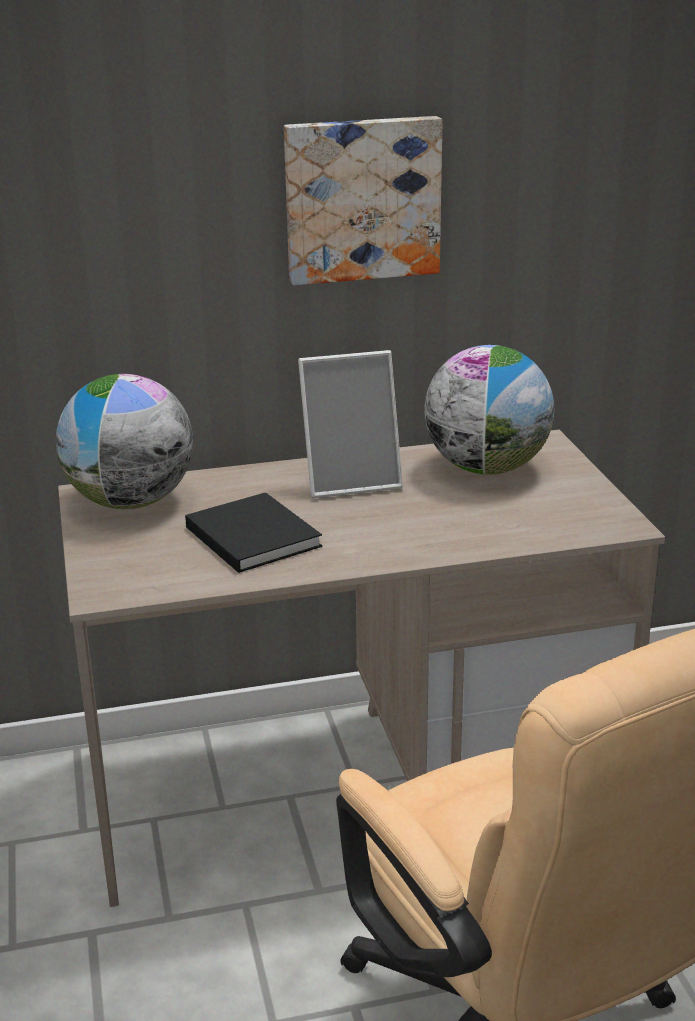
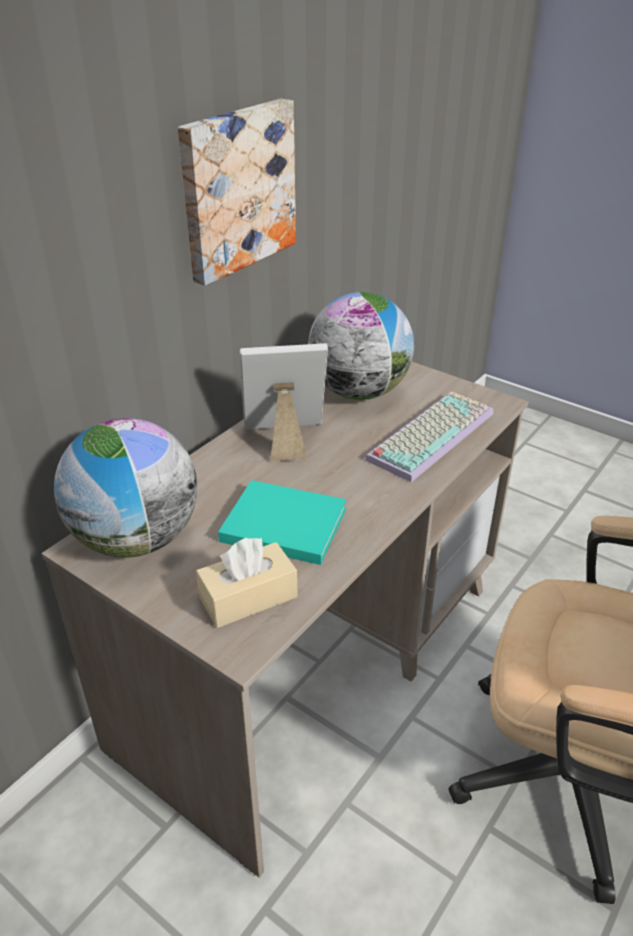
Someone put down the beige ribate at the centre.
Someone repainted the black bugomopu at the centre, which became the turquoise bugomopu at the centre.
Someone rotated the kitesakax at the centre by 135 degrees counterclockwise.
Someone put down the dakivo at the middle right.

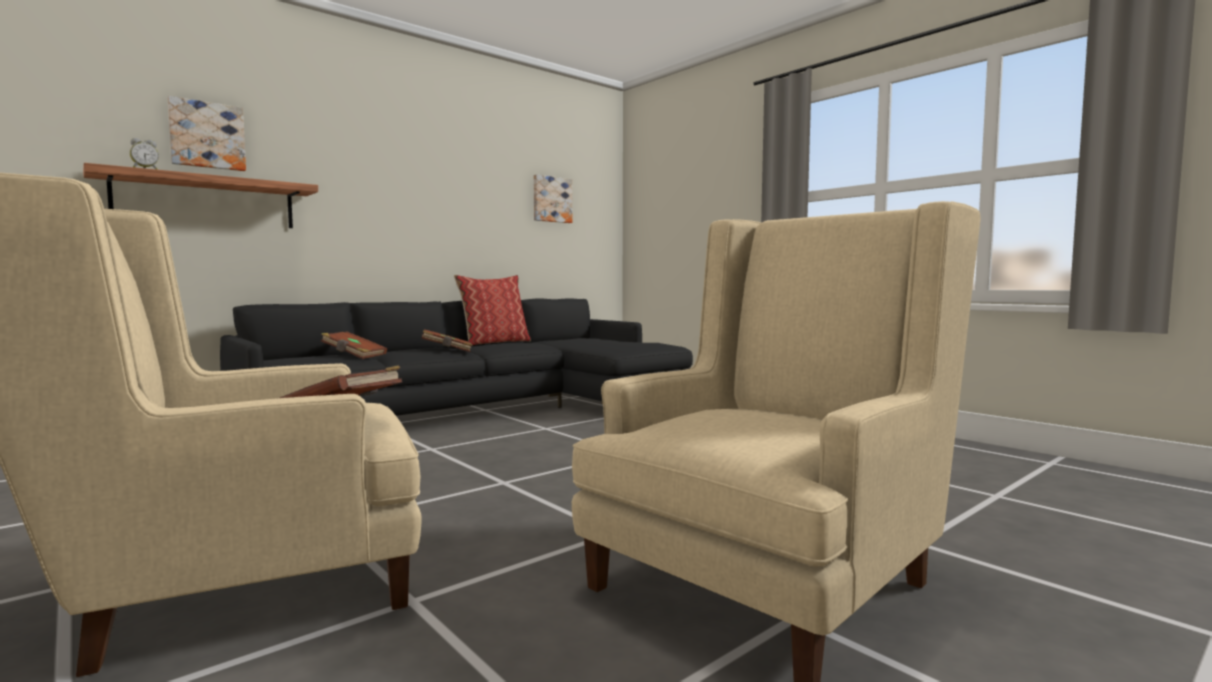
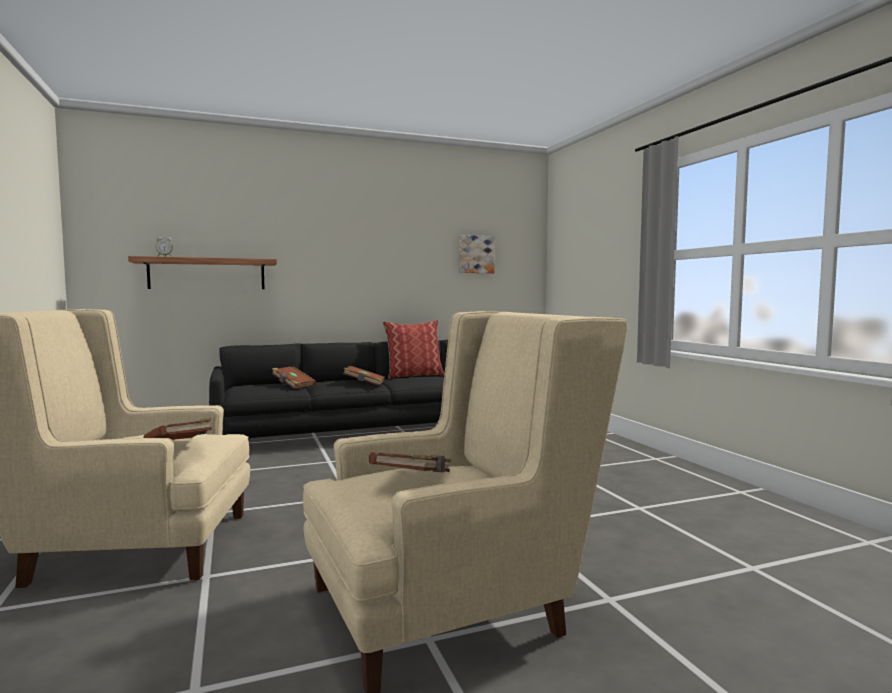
Someone put down the brown bugomopu (4th from left) at the bottom centre.
Someone took away the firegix (1st from left) at the top left.

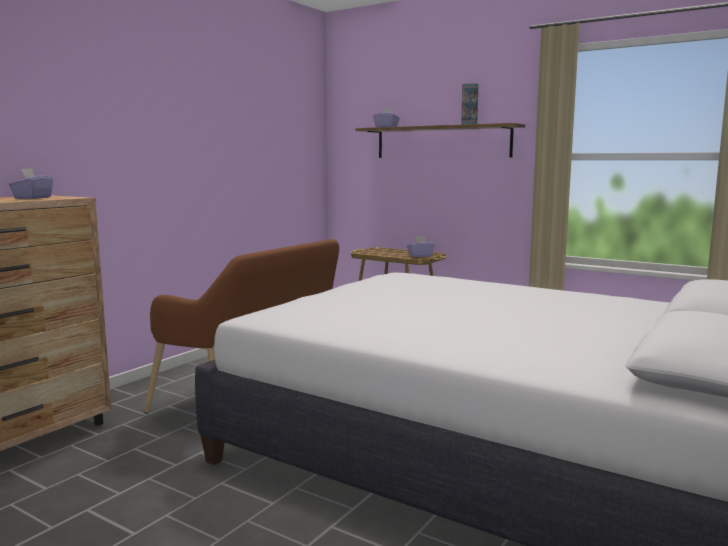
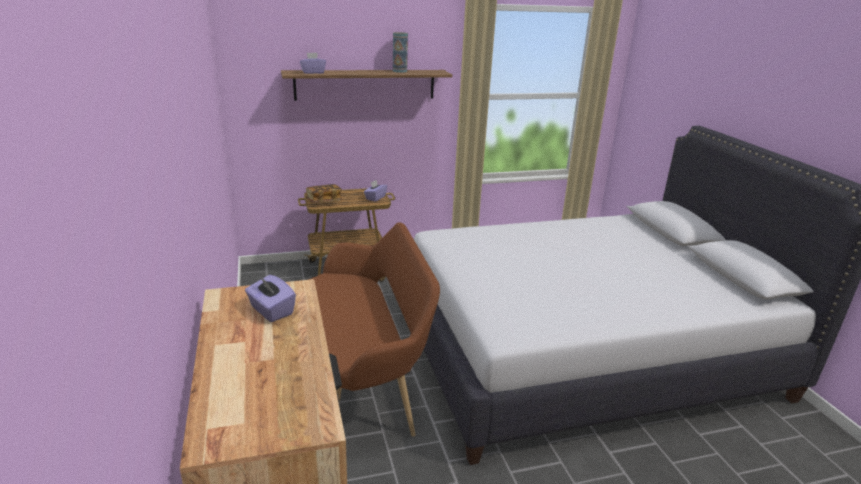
Someone put down the bugomopu at the centre.

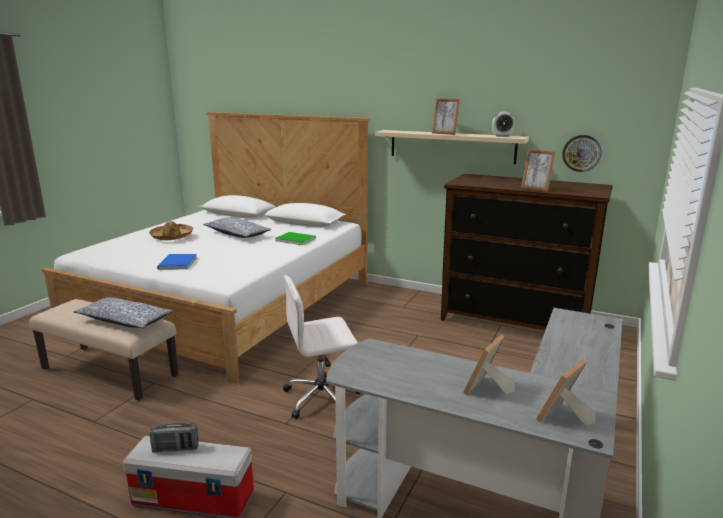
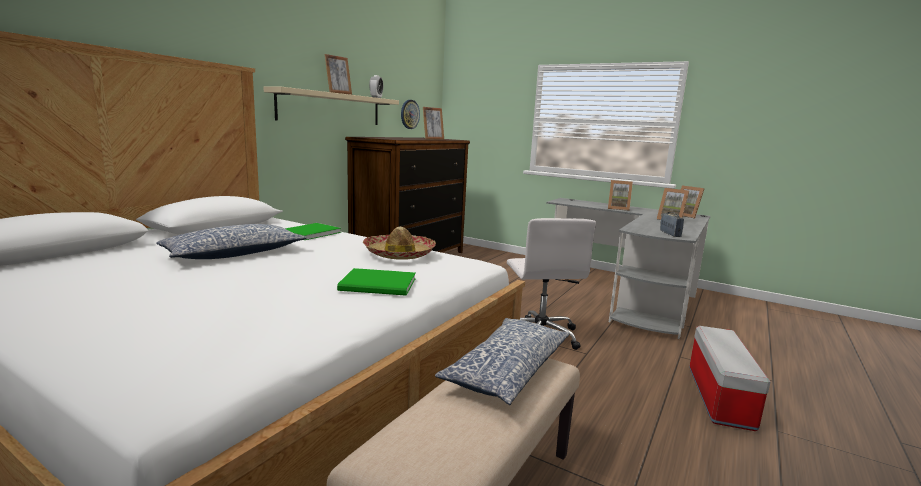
Someone repainted the blue bugomopu at the middle left, which became the green bugomopu (2nd from left) at the centre.
Someone carried the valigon from the middle left to the centre.
Someone put down the kitesakax (3rd from left) at the middle right.
Someone carried the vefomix from the bottom left to the middle right.

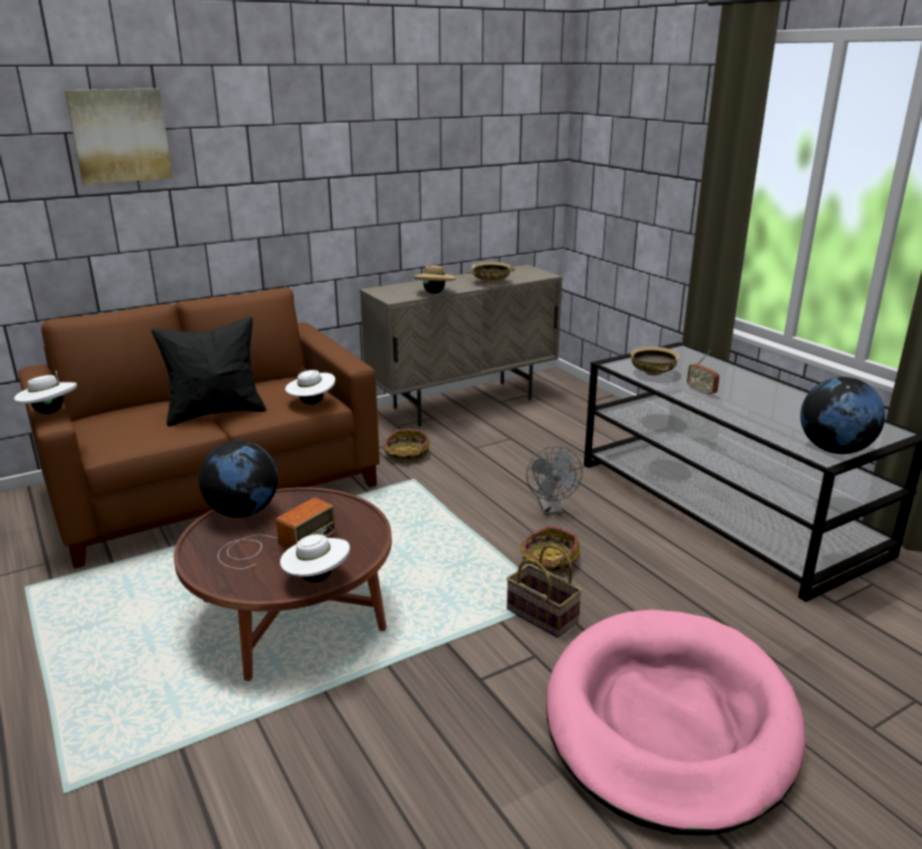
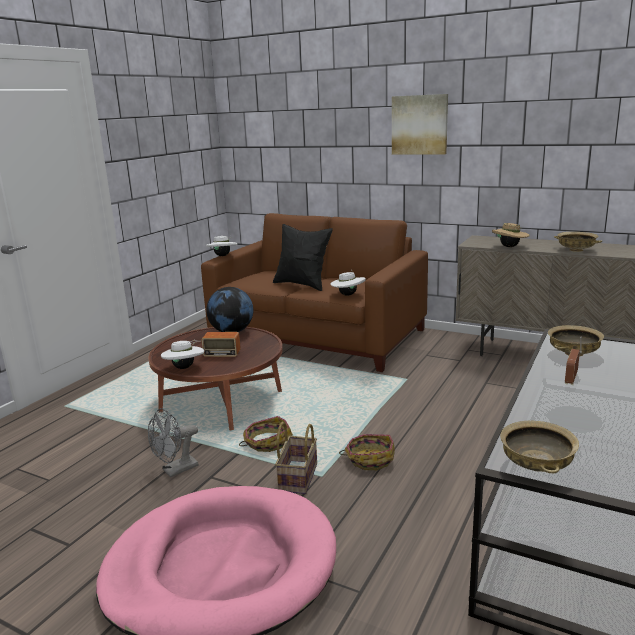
Someone carried the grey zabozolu from the centre to the bottom left.
Someone carried the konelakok (1st from left) from the centre to the bottom centre.
Someone carried the firegix from the top left to the top centre.
Someone swapped the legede (2nd from left) at the middle right for the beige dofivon (1st from left) at the bottom right.

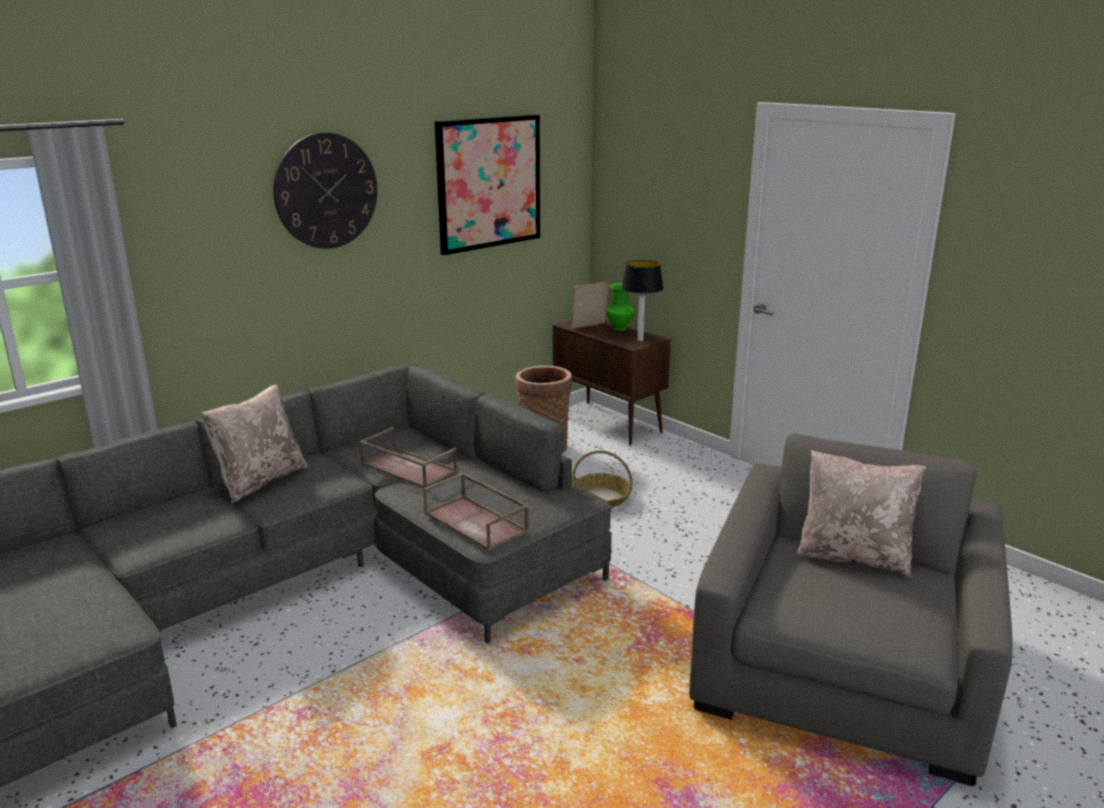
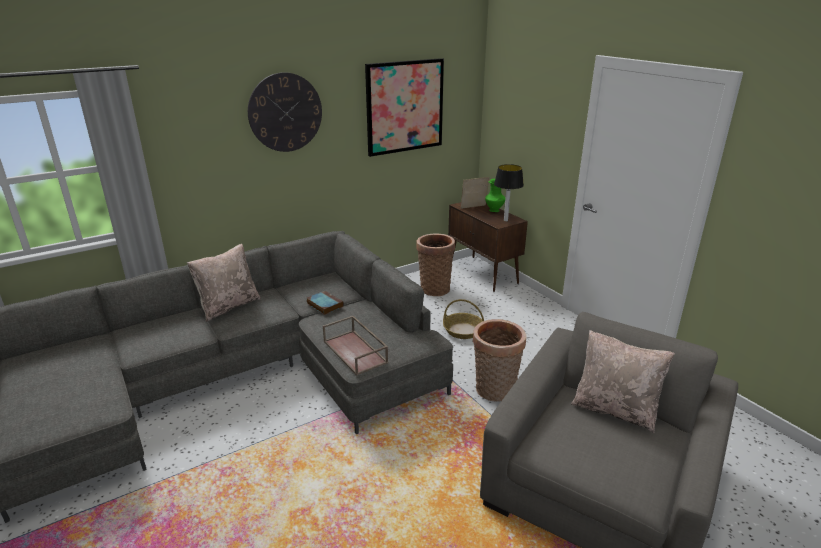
Someone swapped the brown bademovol (1st from left) at the centre for the bugomopu at the centre.
Someone put down the konelakok (3rd from left) at the centre.

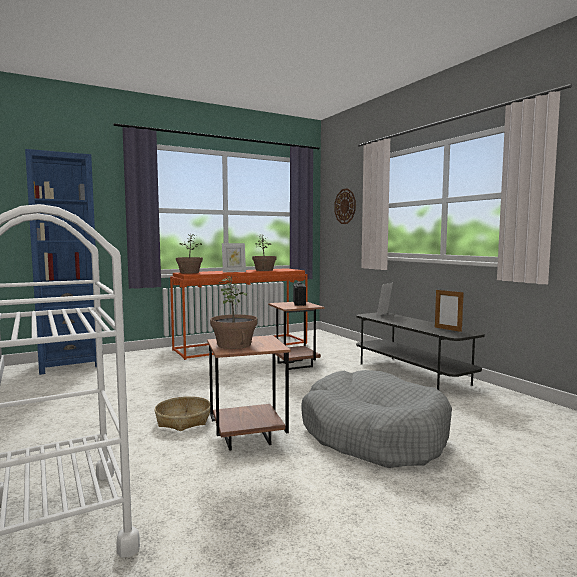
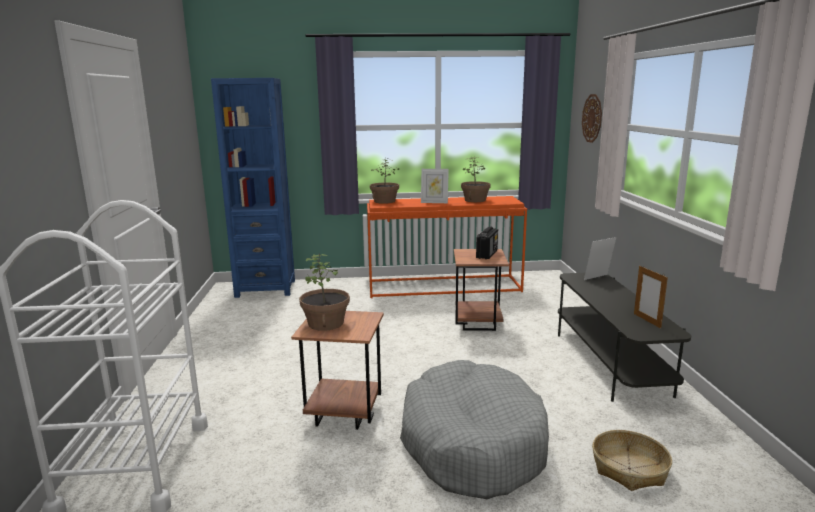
Someone carried the konelakok from the bottom left to the bottom right.

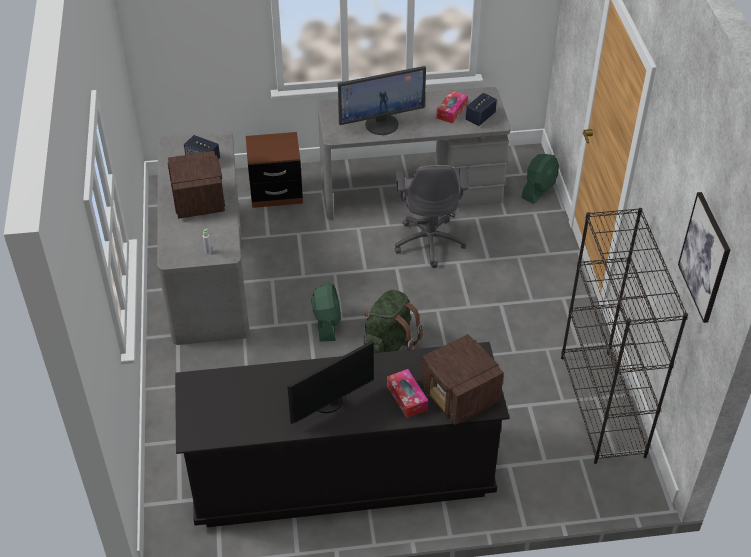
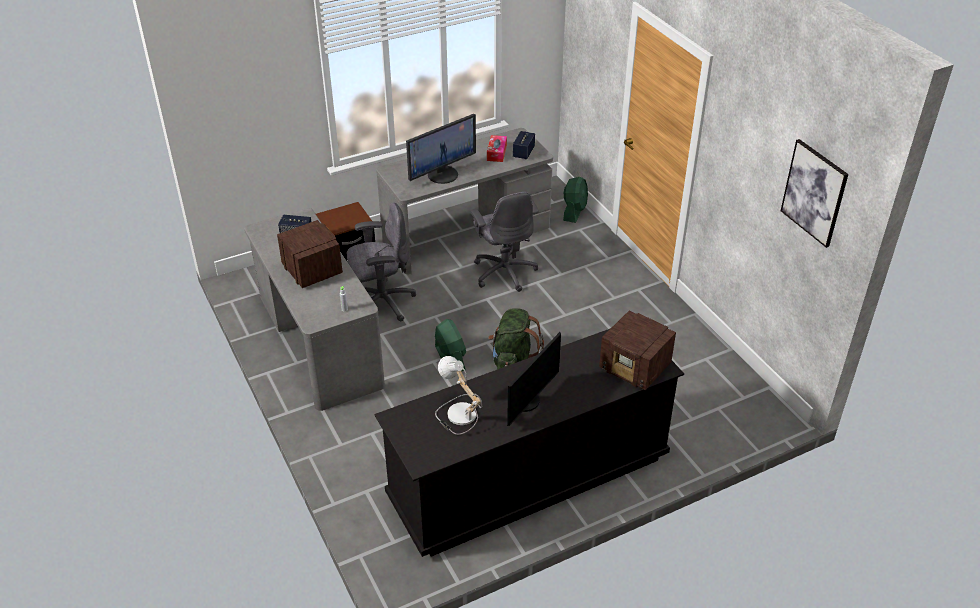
Someone put down the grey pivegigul (1st from left) at the centre.
Someone put down the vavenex at the centre.
Someone took away the ribate (1st from left) at the bottom centre.
Someone took away the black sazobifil at the middle right.

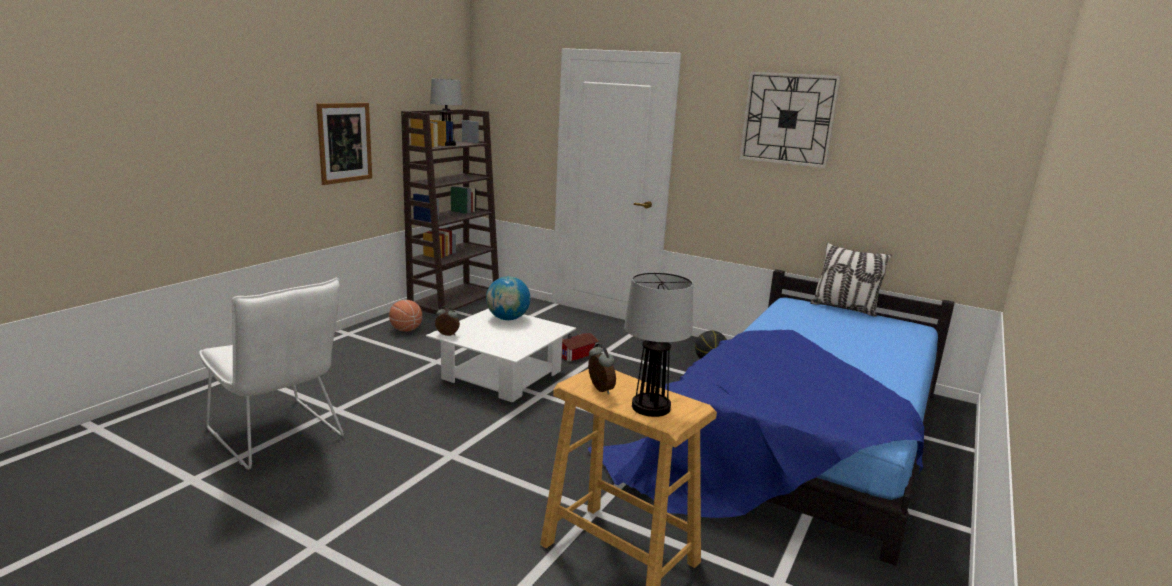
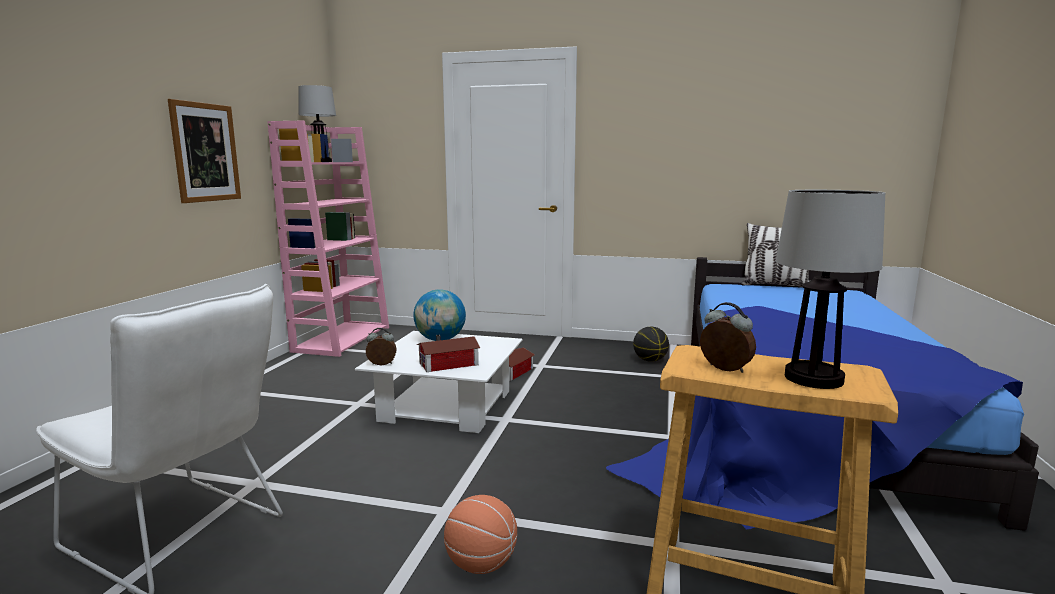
Someone repainted the brown sazobifil at the centre, which became the pink sazobifil at the middle left.
Someone put down the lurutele (1st from left) at the centre.
Someone carried the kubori (1st from left) from the centre to the bottom centre.
Someone took away the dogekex at the top right.

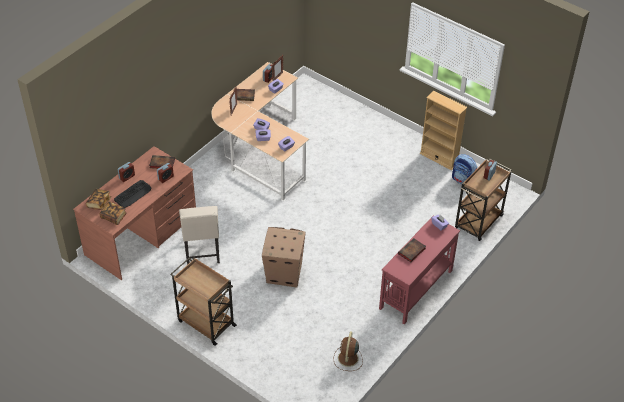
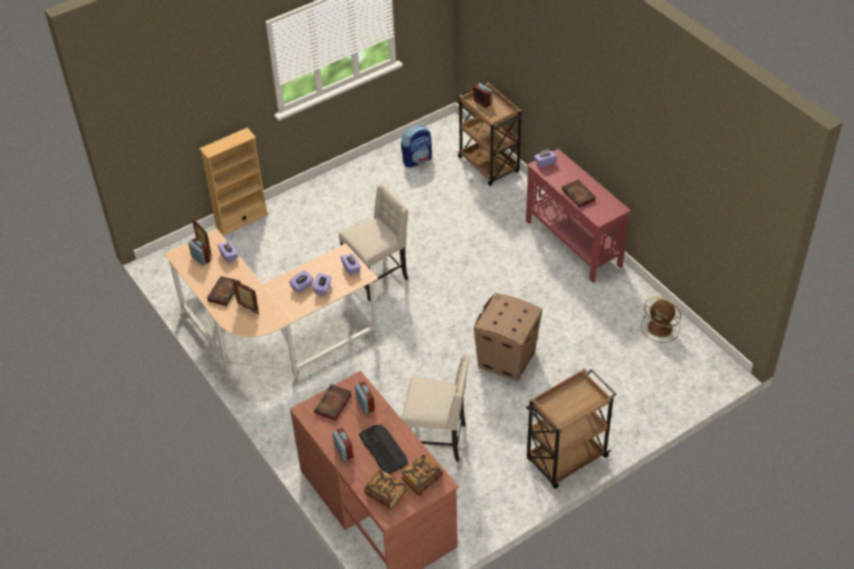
Someone carried the beige sazobifil from the top right to the top left.
Someone put down the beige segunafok (1st from left) at the centre.

